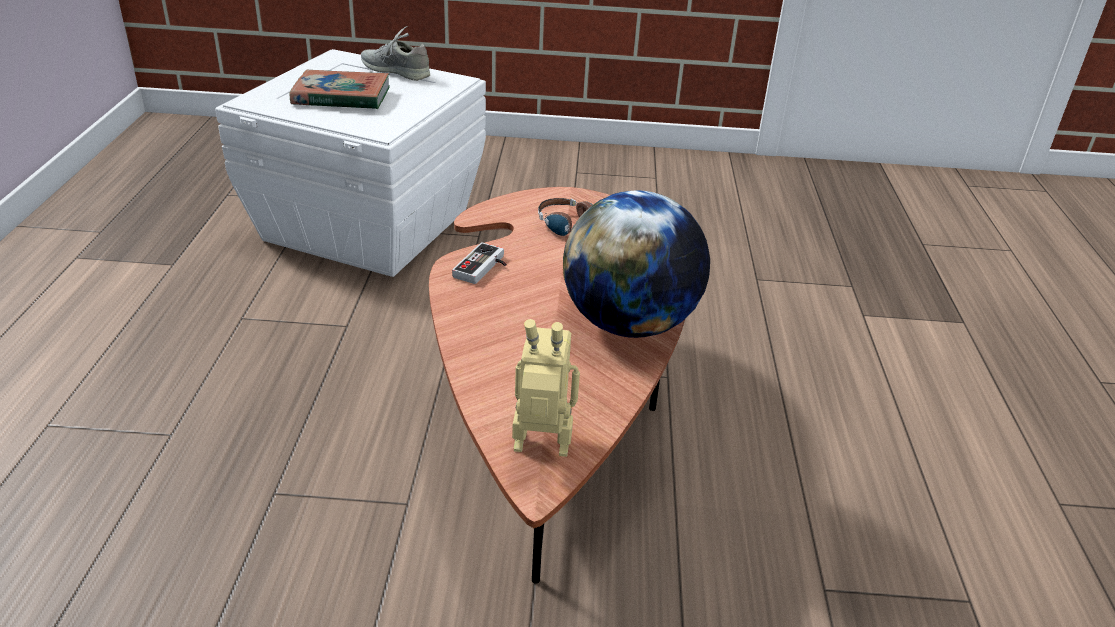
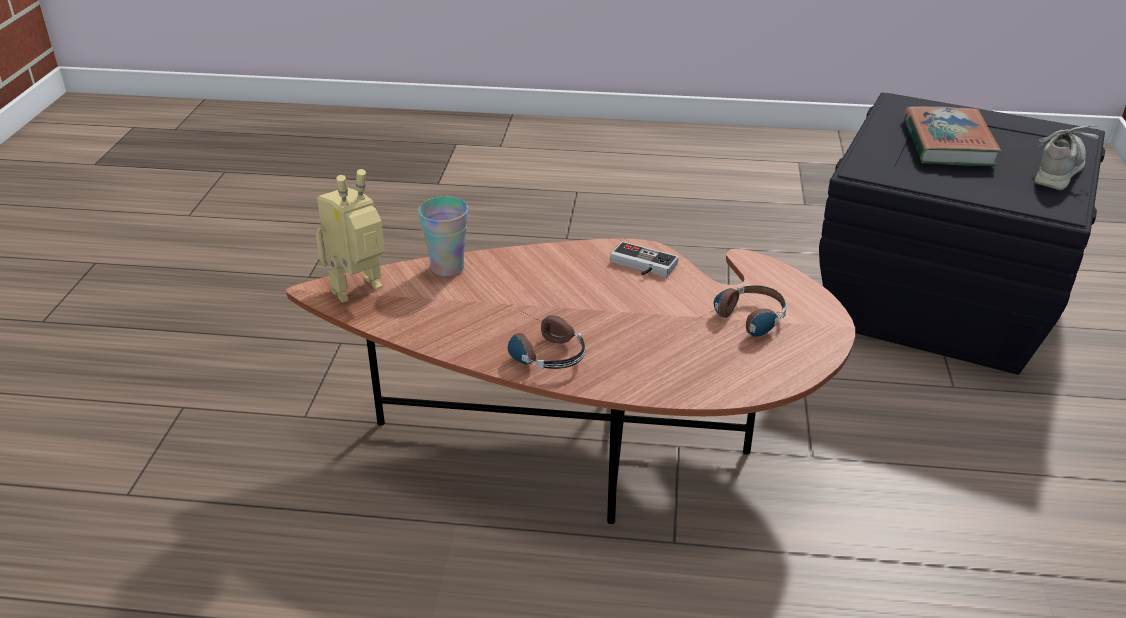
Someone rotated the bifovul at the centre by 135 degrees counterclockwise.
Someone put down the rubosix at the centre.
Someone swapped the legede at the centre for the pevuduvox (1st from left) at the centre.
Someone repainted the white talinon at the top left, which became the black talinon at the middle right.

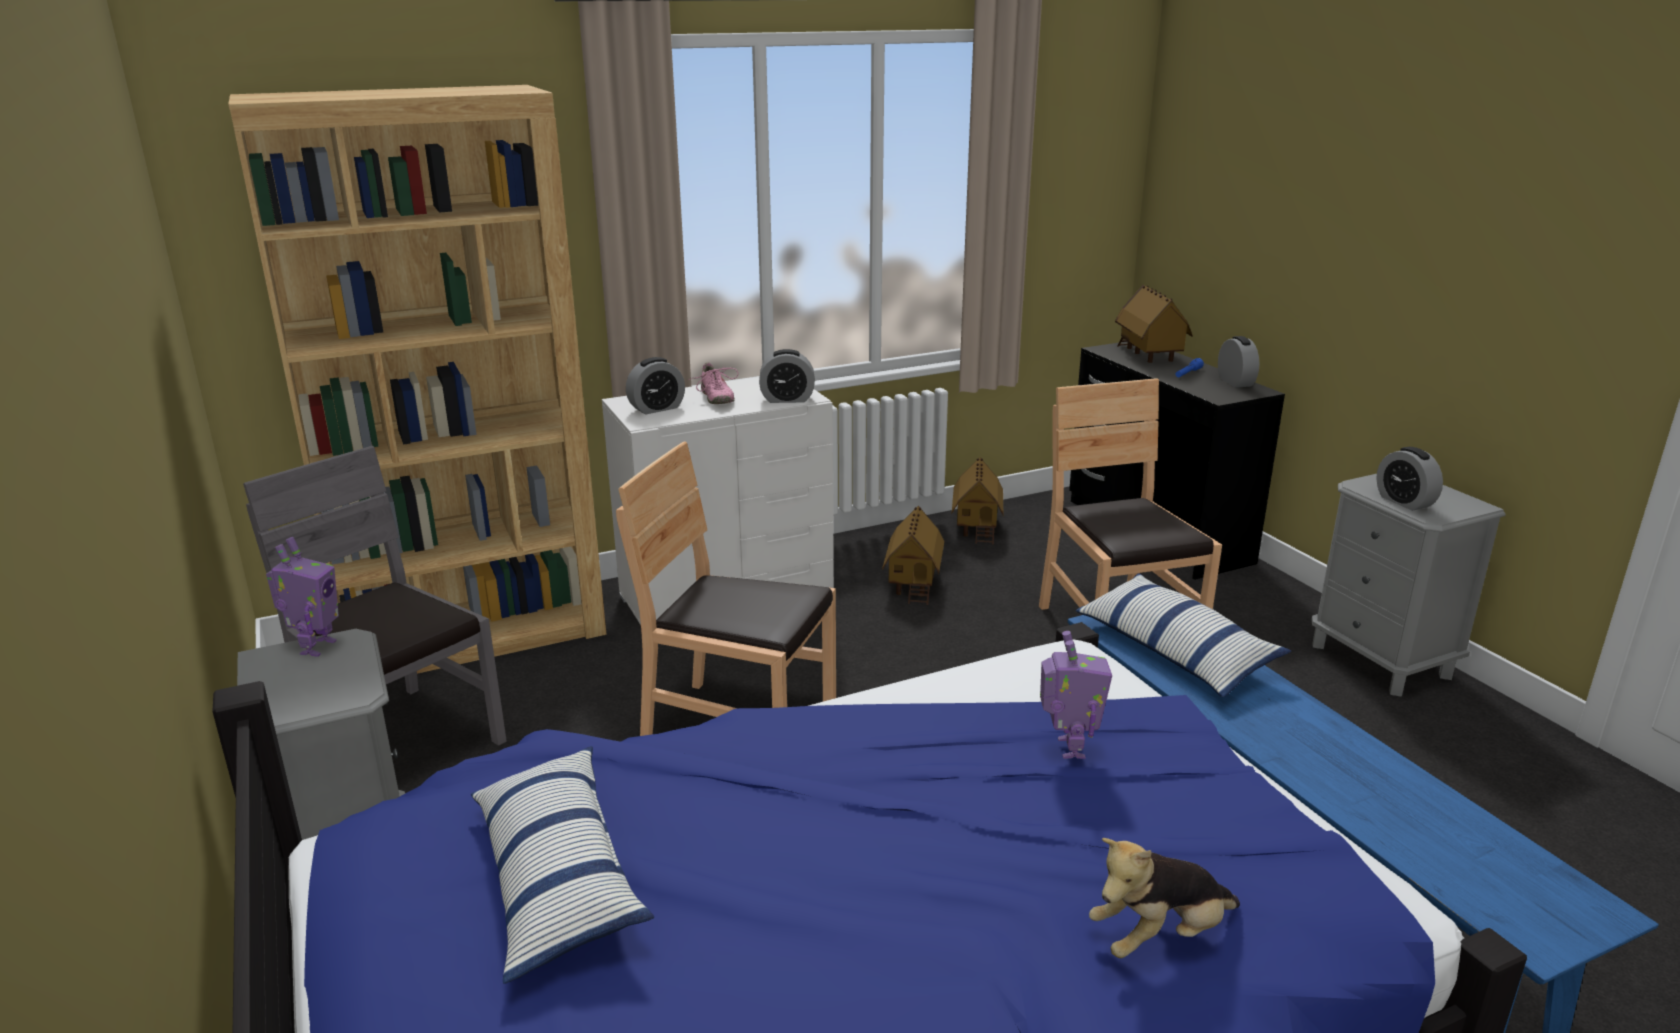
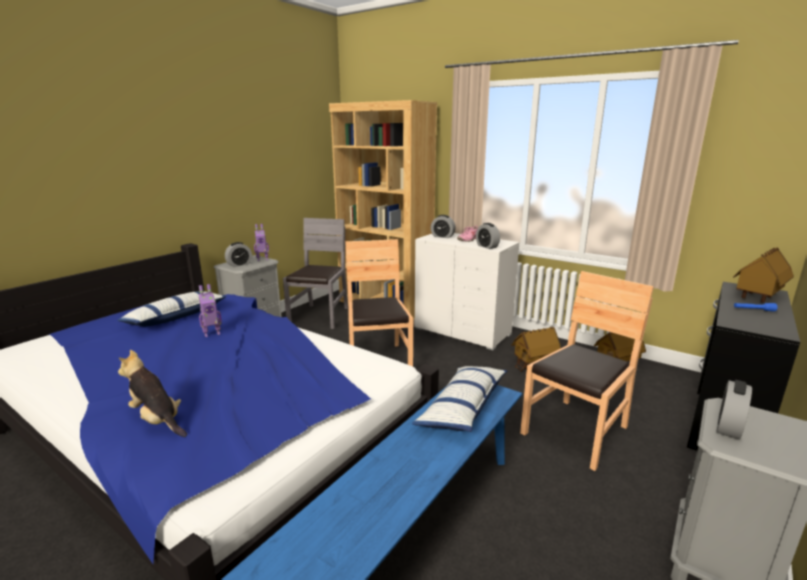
Someone carried the bifovul (2nd from left in the first image) from the bottom centre to the middle left.
Someone carried the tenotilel (3rd from left in the first image) from the middle right to the middle left.

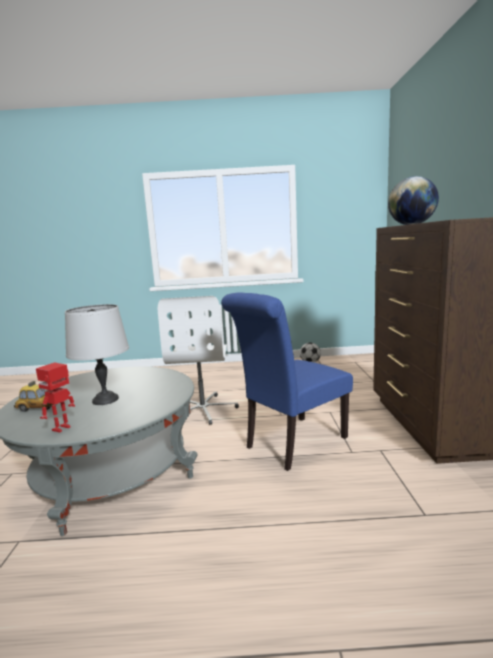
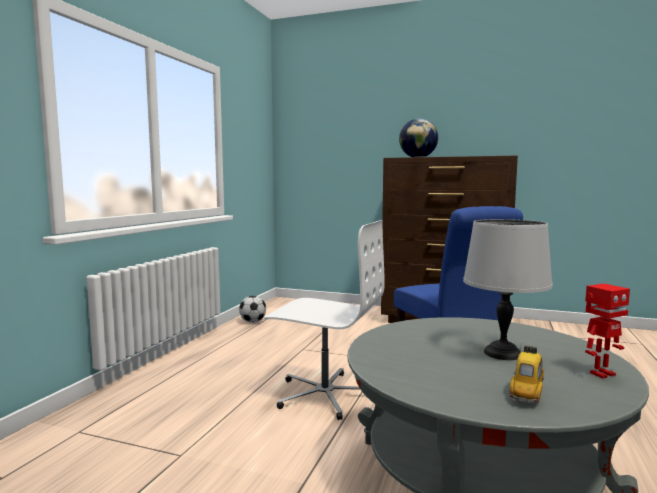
Someone rotated the bifovul at the middle left by 75 degrees counterclockwise.

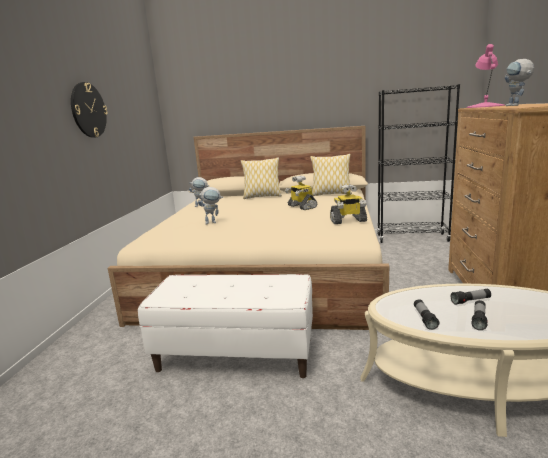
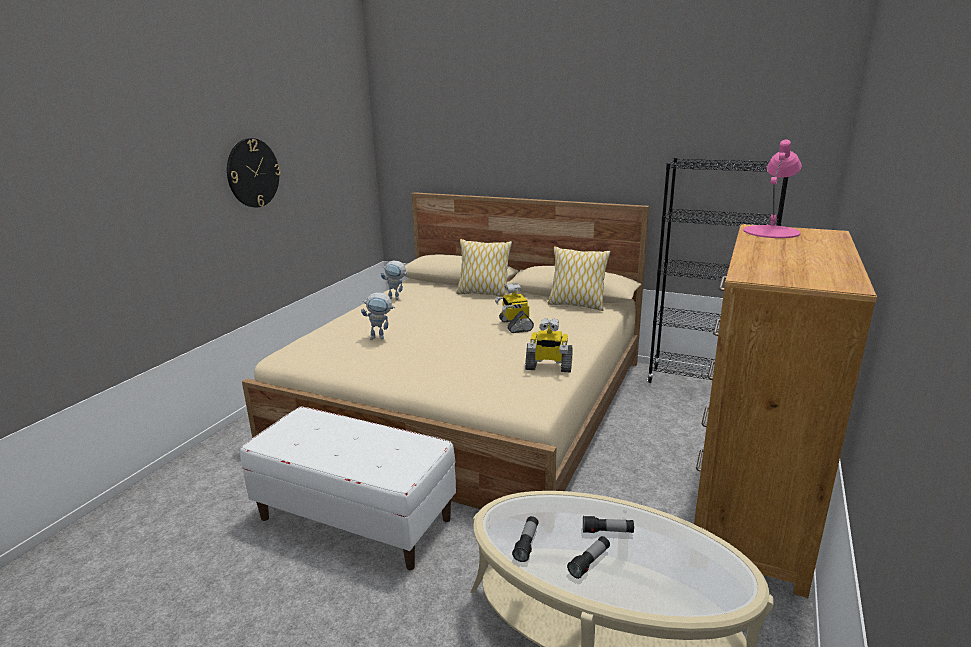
Someone took away the bifovul (5th from left) at the top right.

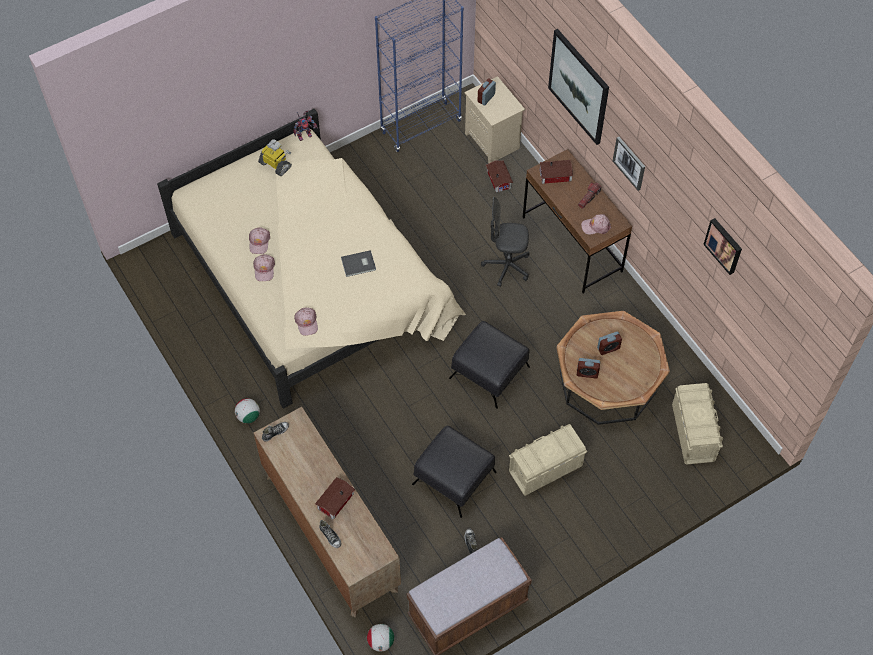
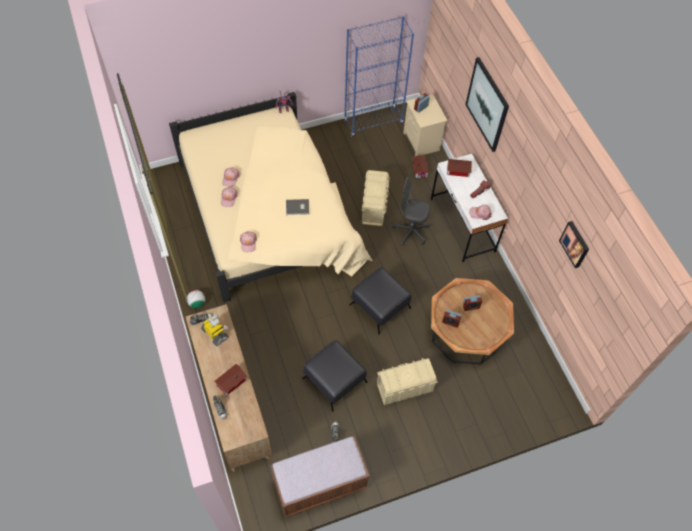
Someone carried the bifovul (1st from left) from the top left to the middle left.
Someone carried the beige talinon (2nd from left in the first image) from the middle right to the centre.
Someone repainted the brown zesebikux at the centre, which became the white zesebikux at the middle right.
Someone took away the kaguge (2nd from left) at the bottom centre.
Someone took away the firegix (2nd from left) at the top right.

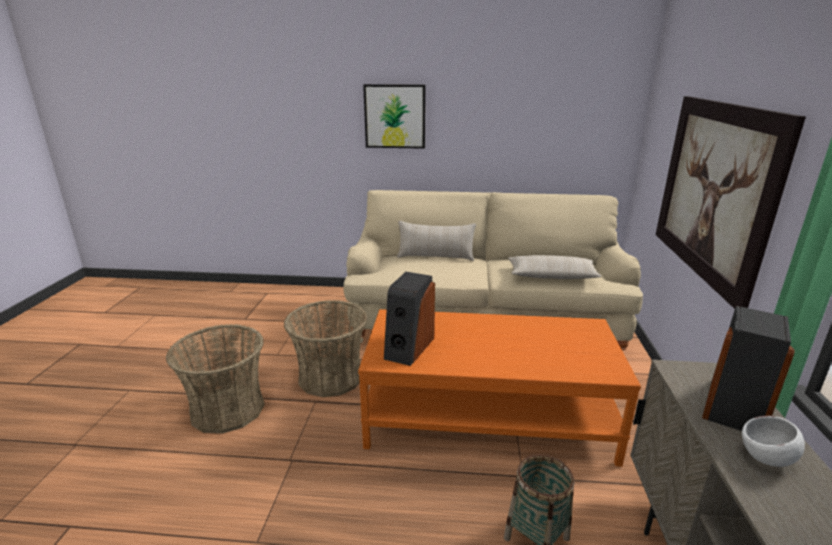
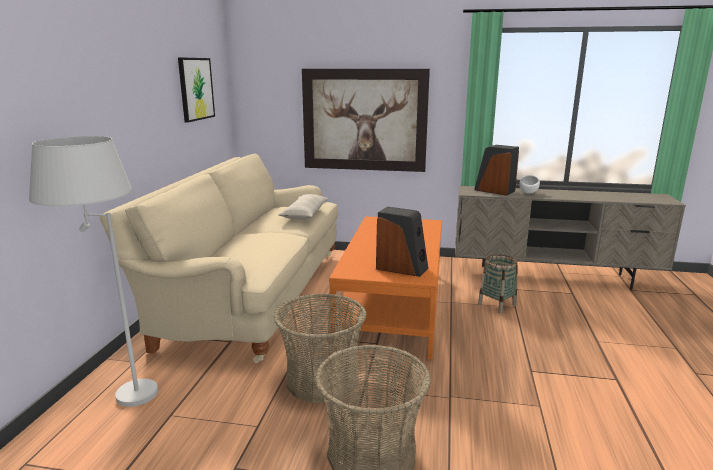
Someone put down the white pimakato at the middle left.
Someone carried the firegix (1st from left) from the top centre to the top left.
Someone took away the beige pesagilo (1st from left) at the centre.

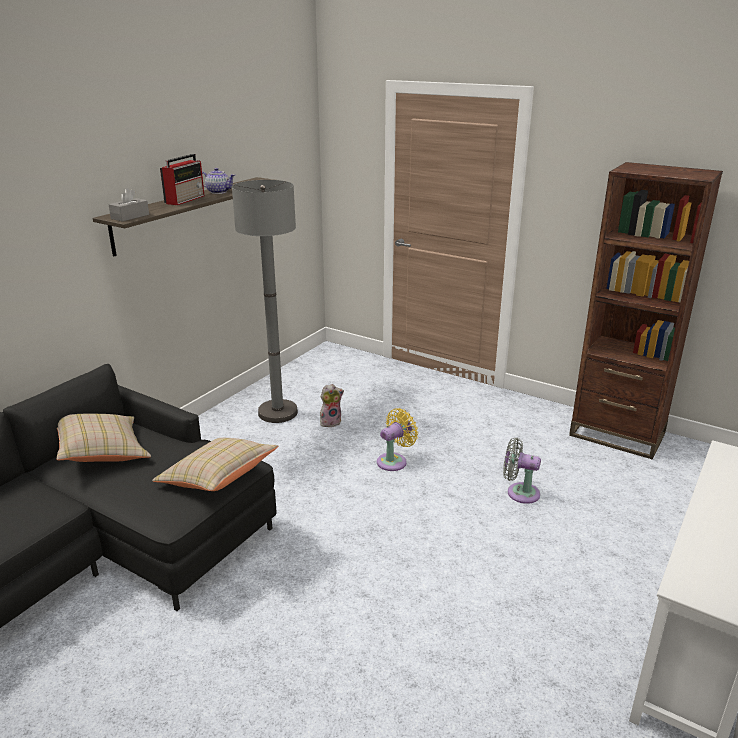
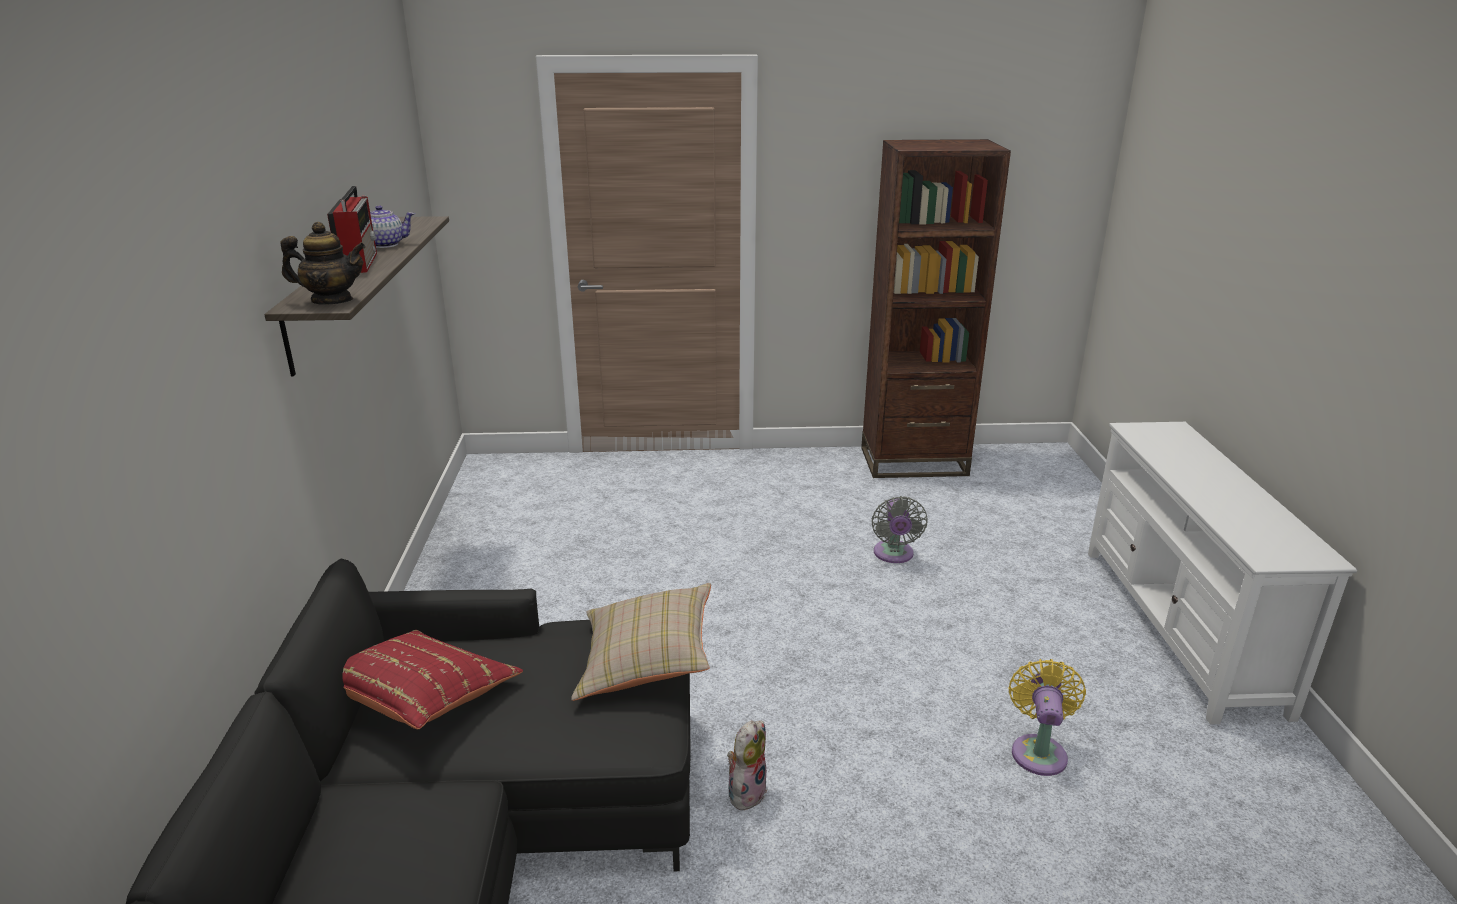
Someone swapped the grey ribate at the top left for the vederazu (1st from left) at the top left.
Someone repainted the beige pesagilo (1st from left) at the middle left, which became the red pesagilo at the bottom left.
Someone carried the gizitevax from the centre to the bottom centre.
Someone rotated the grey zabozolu at the middle right by 75 degrees counterclockwise.
Someone carried the yellow zabozolu from the centre to the bottom right.
Someone took away the grey pimakato at the centre.

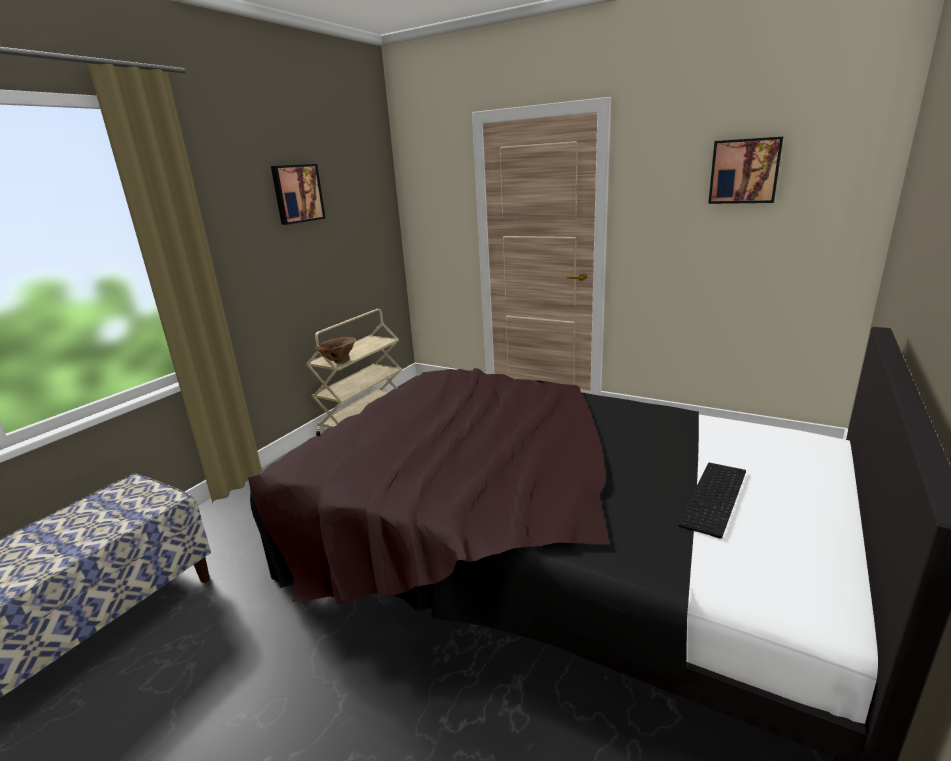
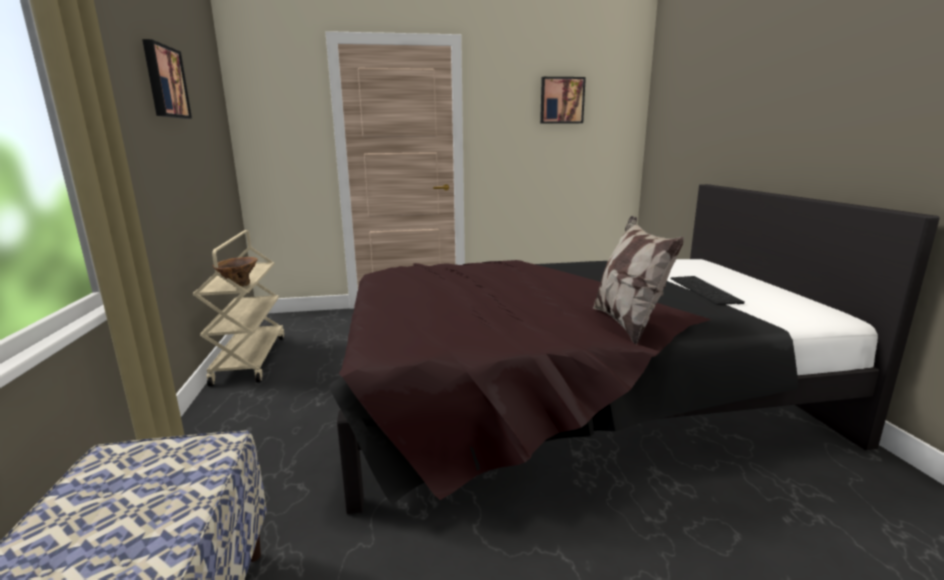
Someone put down the pesagilo at the middle right.

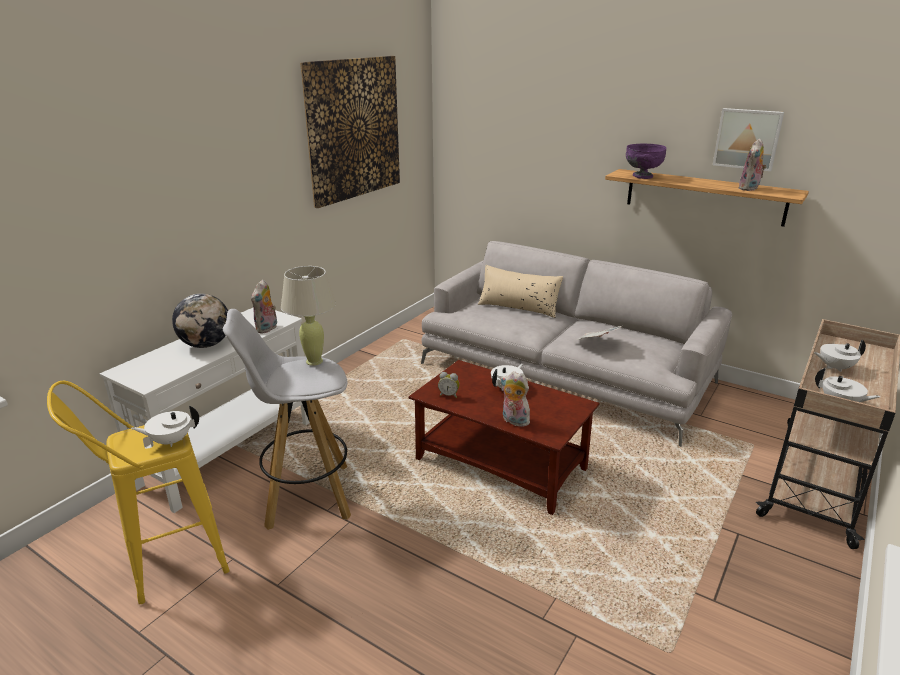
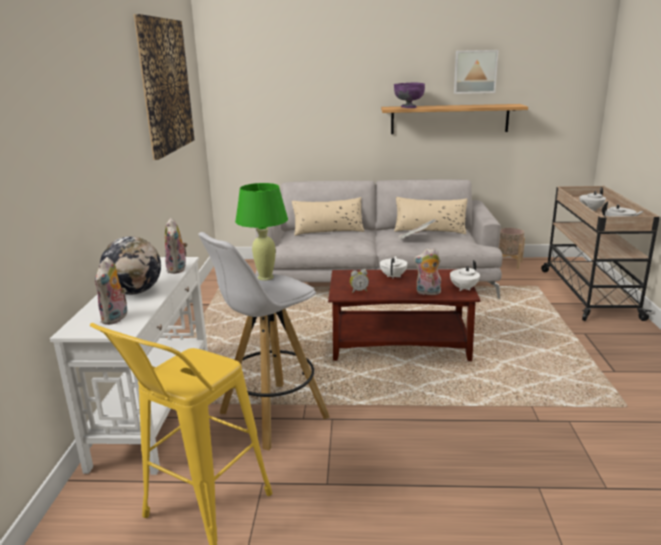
Someone carried the gizitevax (3rd from left in the first image) from the top right to the middle left.
Someone repainted the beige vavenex at the centre, which became the green vavenex at the centre.
Someone put down the beige pesagilo (2nd from left) at the centre.
Someone carried the white vederazu (1st from left in the first image) from the middle left to the middle right.
Someone put down the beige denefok at the middle right.

